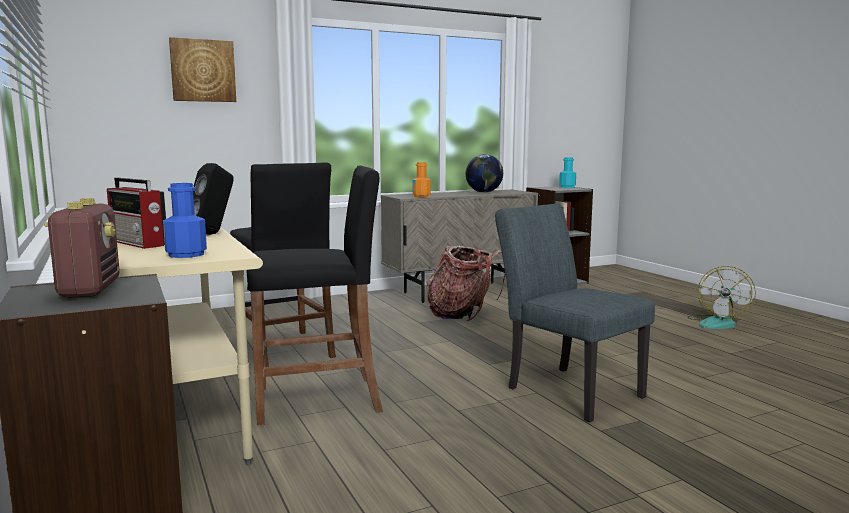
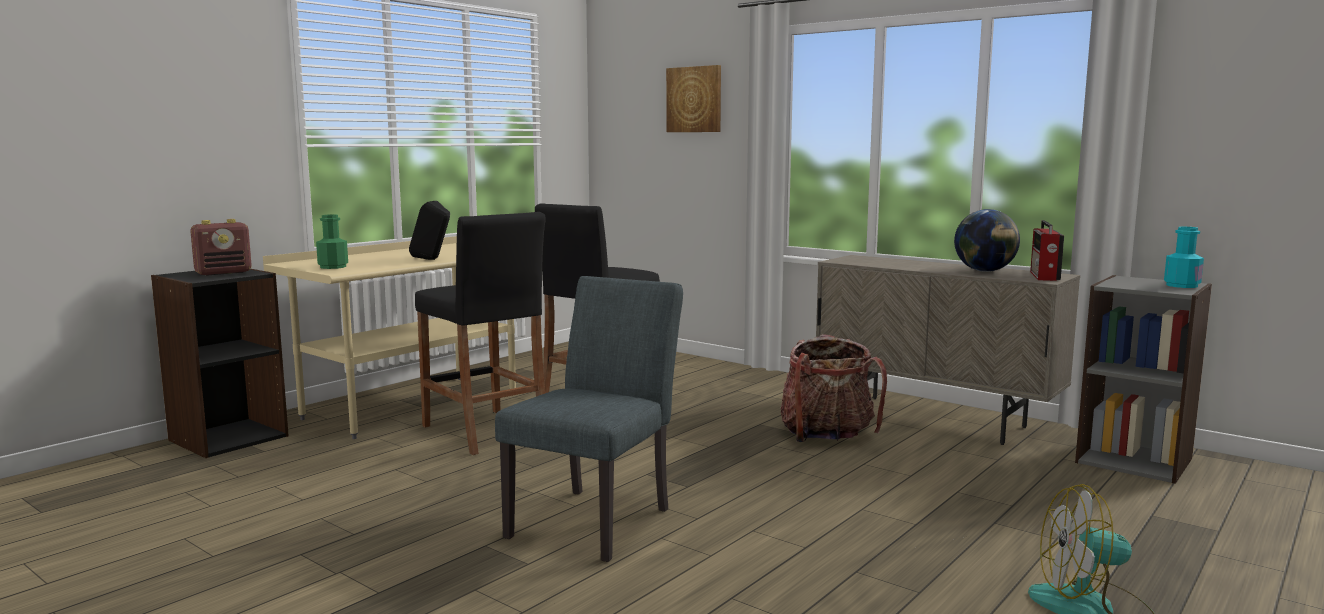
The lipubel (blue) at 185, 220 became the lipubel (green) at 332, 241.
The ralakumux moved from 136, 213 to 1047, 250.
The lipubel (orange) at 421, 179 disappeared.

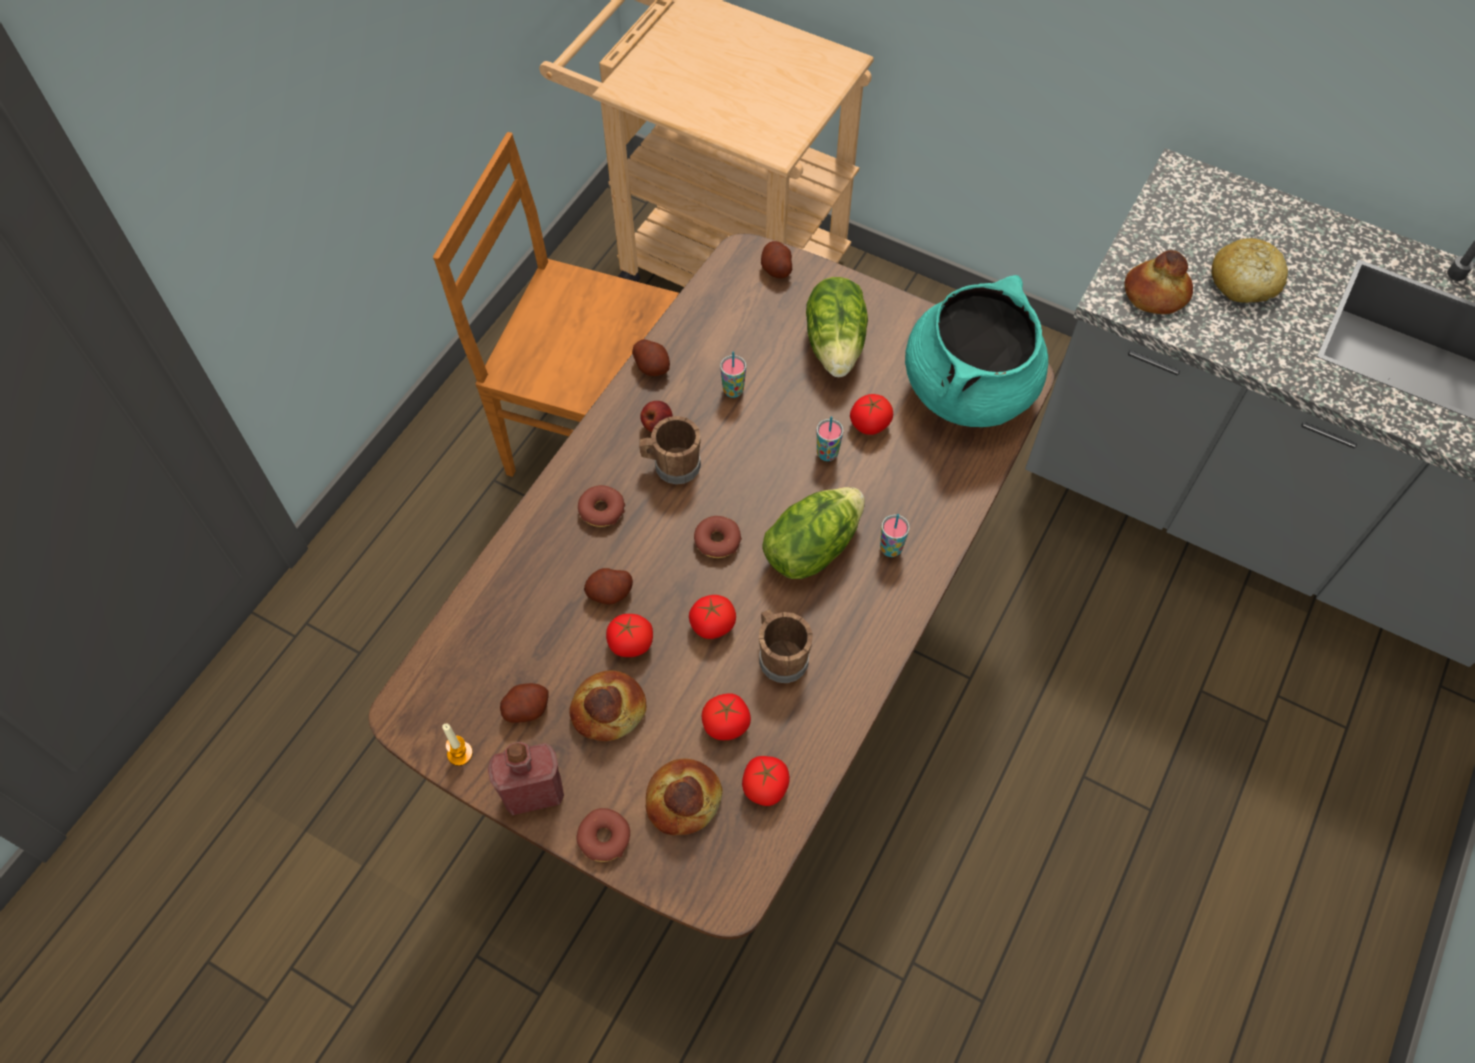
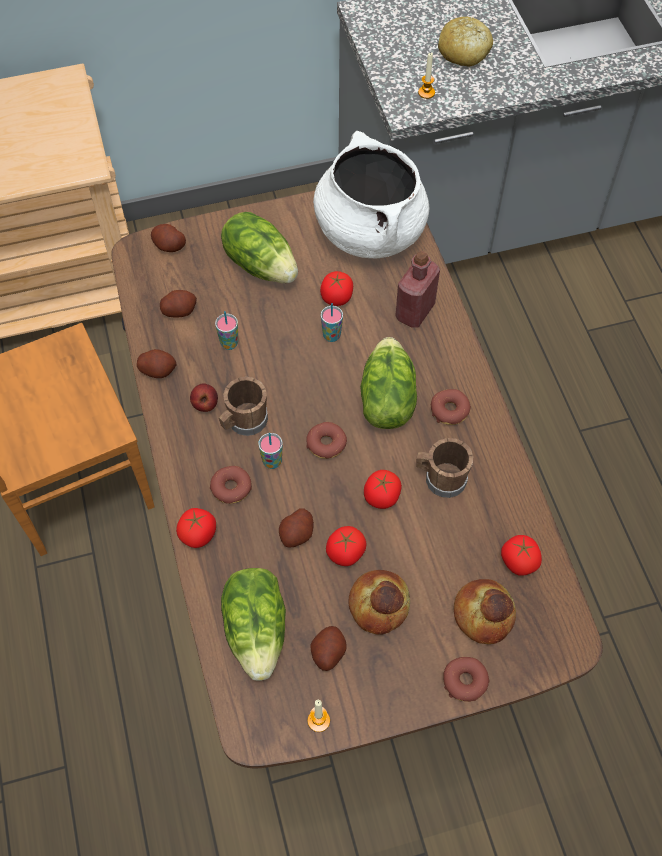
The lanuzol at 178, 303 appeared.
The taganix moved from 726, 716 to 196, 528.
The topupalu at 253, 624 appeared.
The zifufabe moved from 895, 535 to 271, 451.
The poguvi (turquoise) at 976, 351 became the poguvi (white) at 371, 194.
The lipubel (red) moved from 526, 778 to 417, 289.
The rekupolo at 1158, 282 was replaced by the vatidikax at 426, 75.
The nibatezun at 451, 407 appeared.

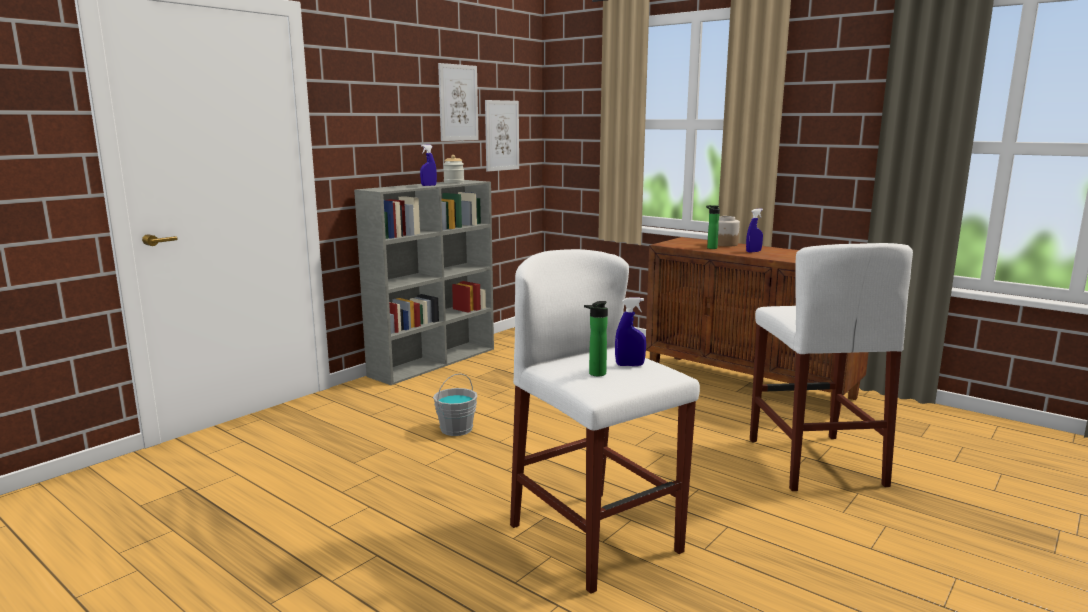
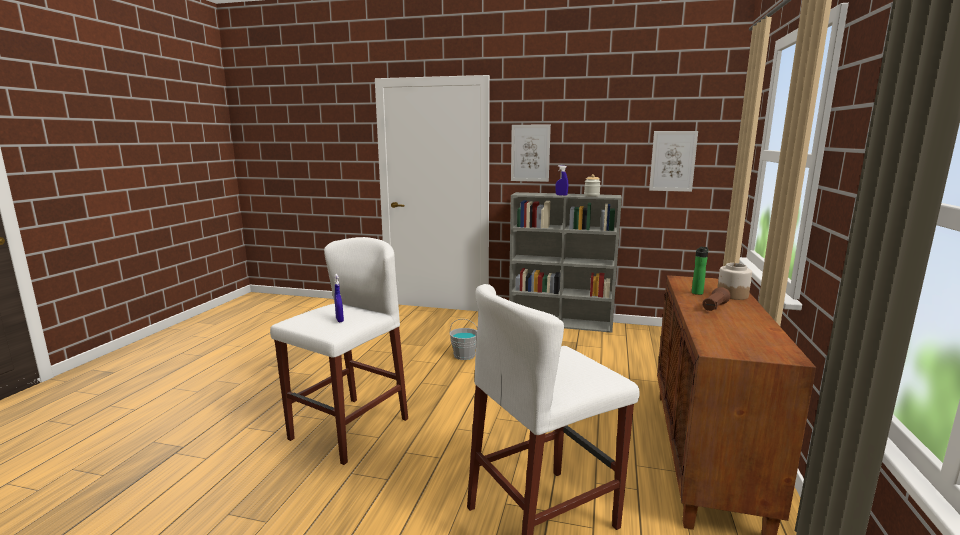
The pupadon moved from 458, 102 to 531, 153.
The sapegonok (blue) at 754, 231 was replaced by the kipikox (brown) at 716, 299.
The lipubel at 596, 338 disappeared.

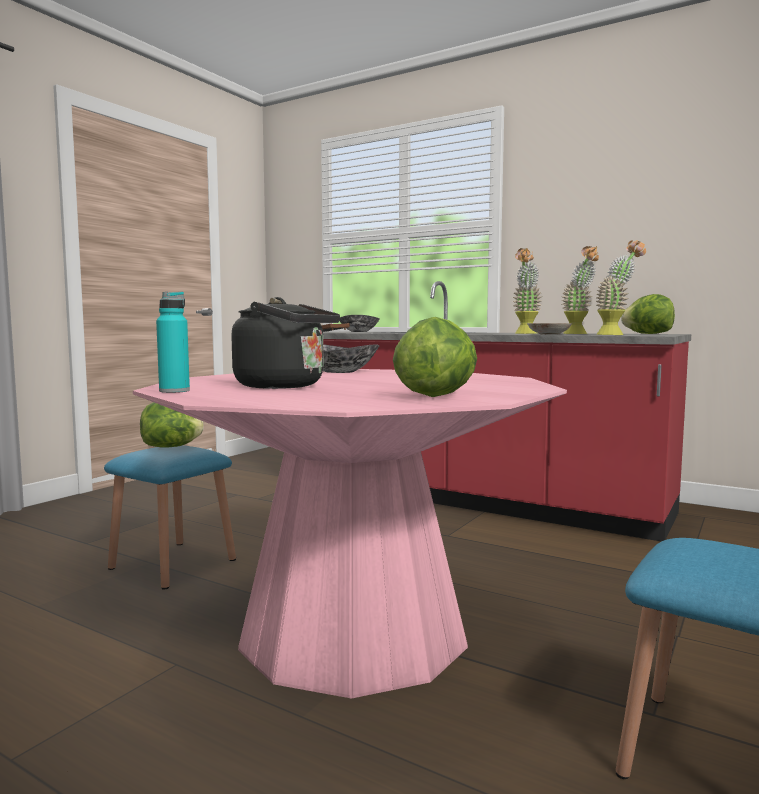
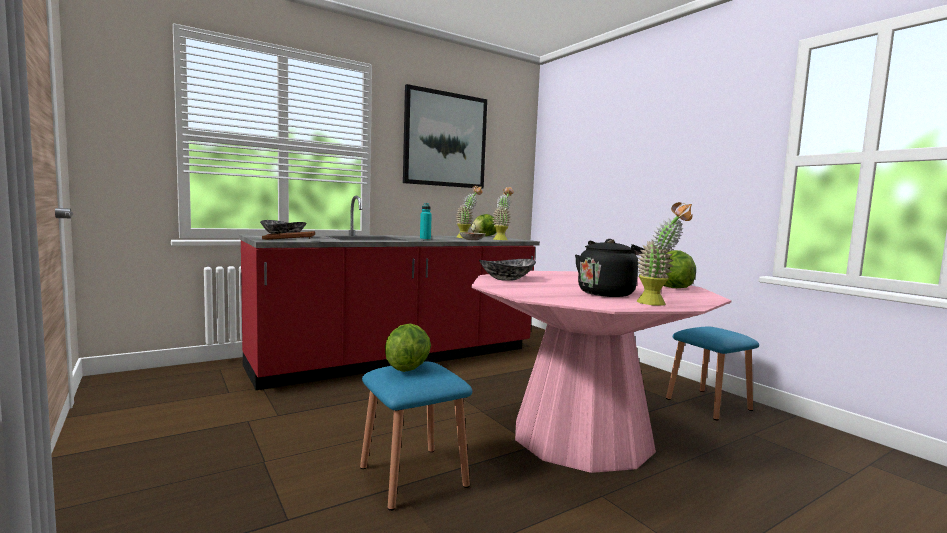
The pupadon at 445, 136 appeared.
The lipubel (turquoise) moved from 173, 342 to 426, 221.
The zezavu moved from 527, 291 to 664, 254.

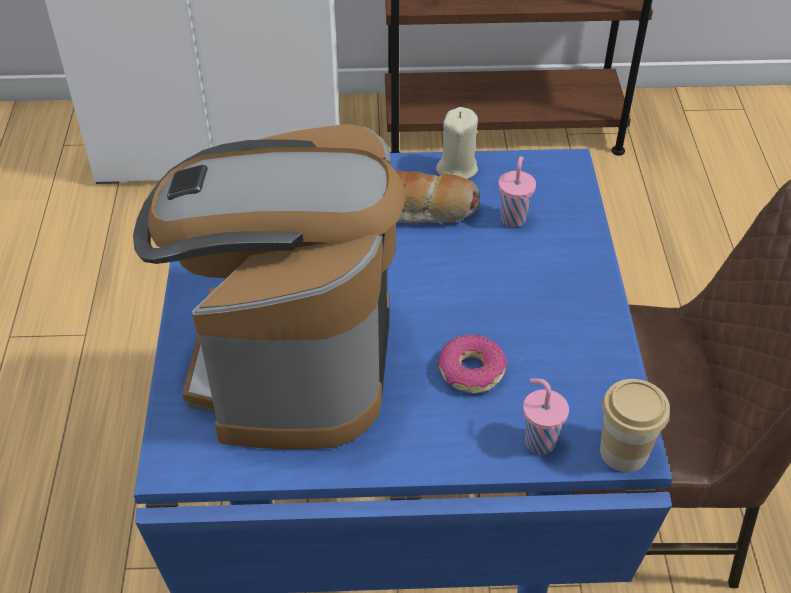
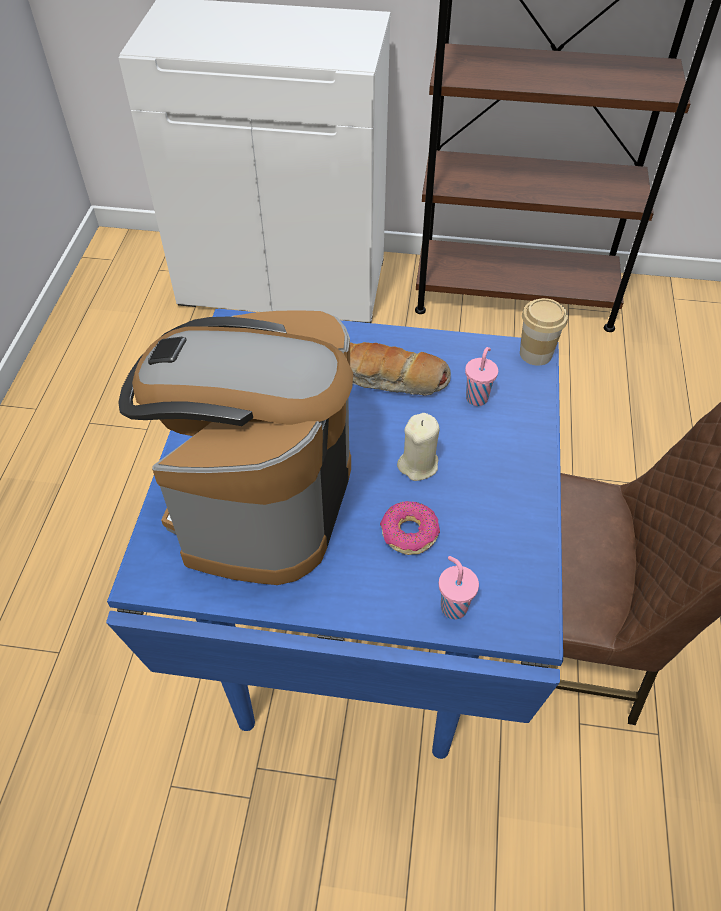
The vatidikax (beige) moved from 457, 143 to 418, 447.
The zifufabe moved from 635, 425 to 544, 332.

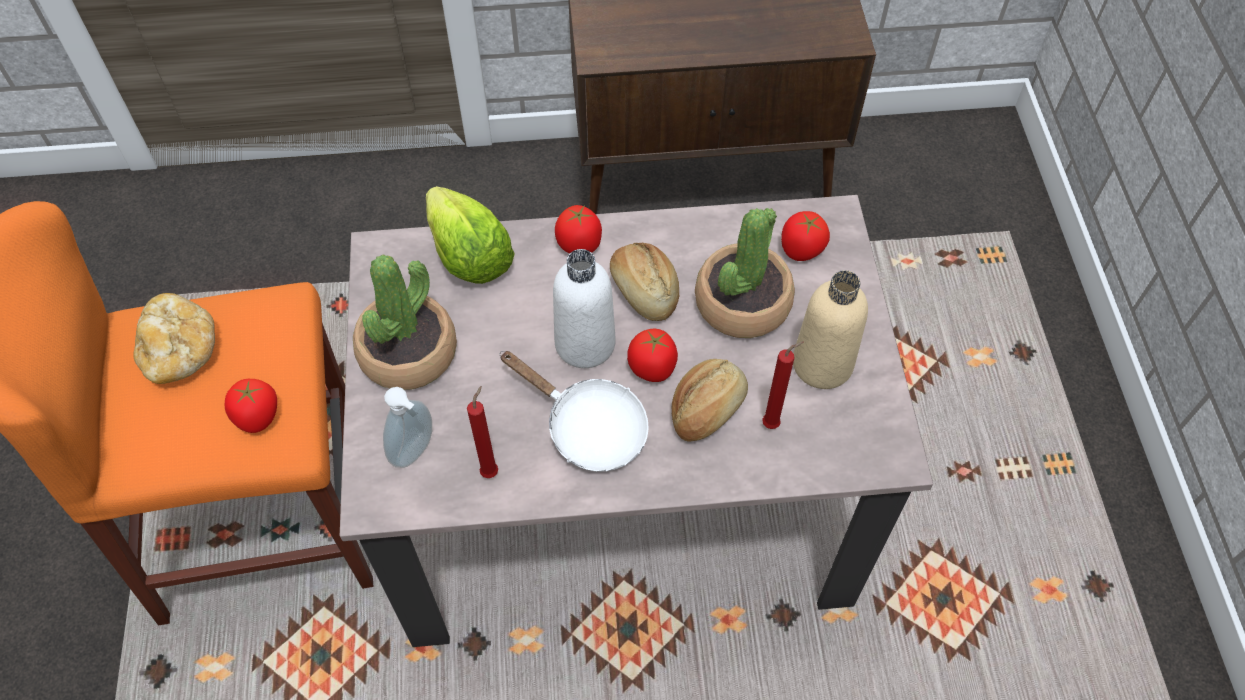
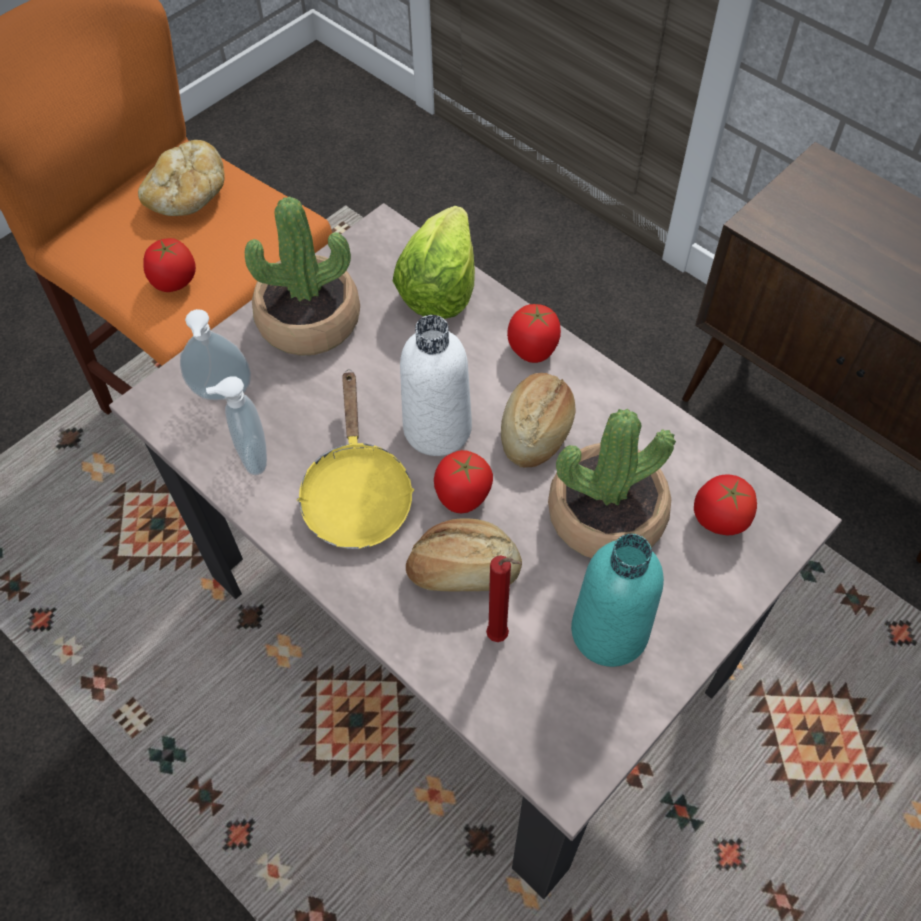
The vatidikax (red) at 482, 432 was replaced by the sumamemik at 236, 425.
The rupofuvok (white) at 574, 411 became the rupofuvok (yellow) at 355, 459.
The lipubel (beige) at 830, 329 became the lipubel (turquoise) at 617, 600.

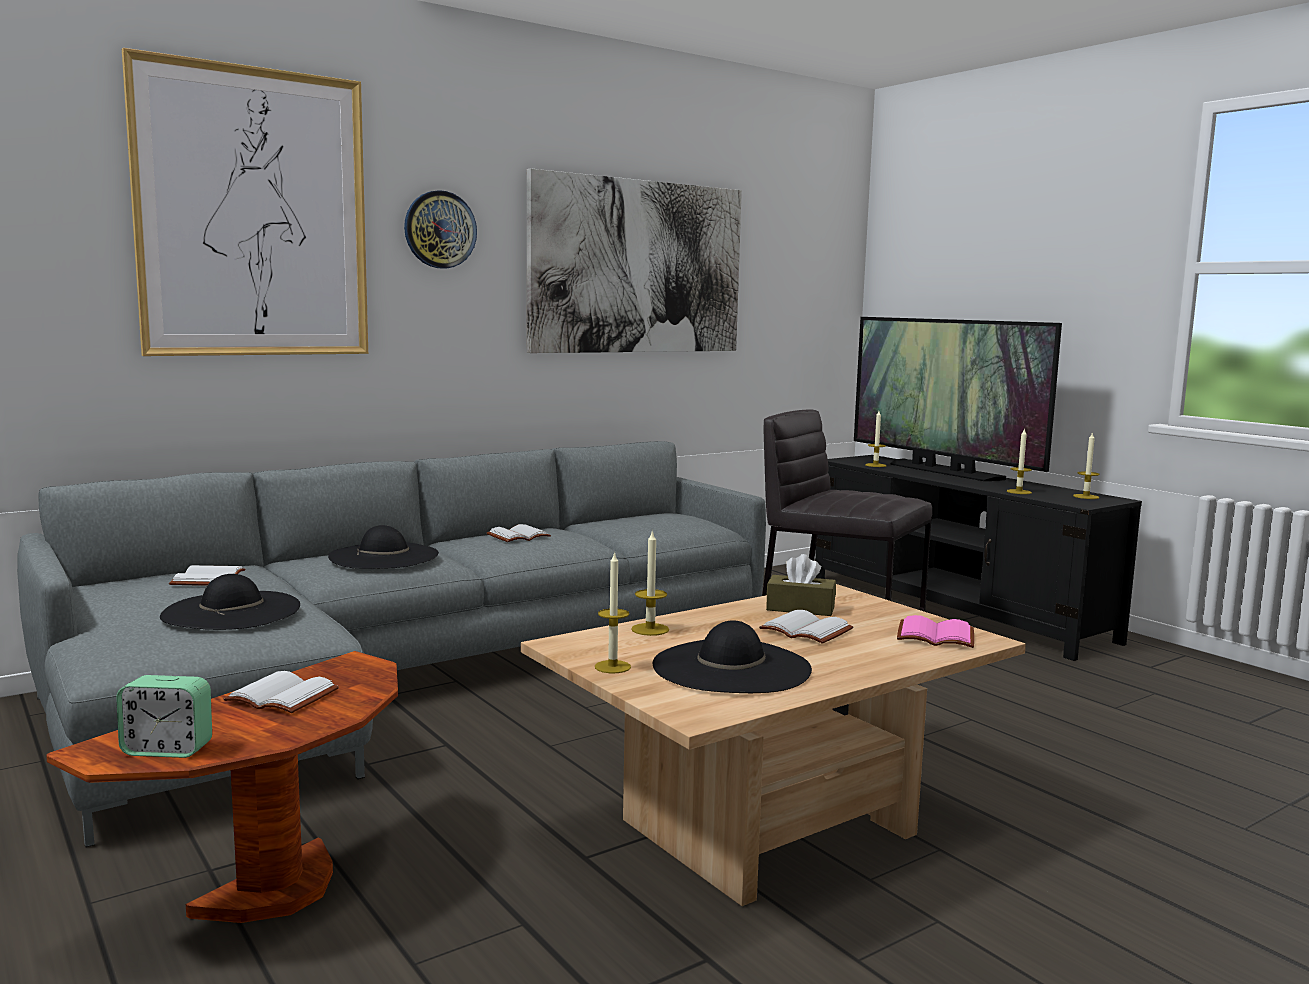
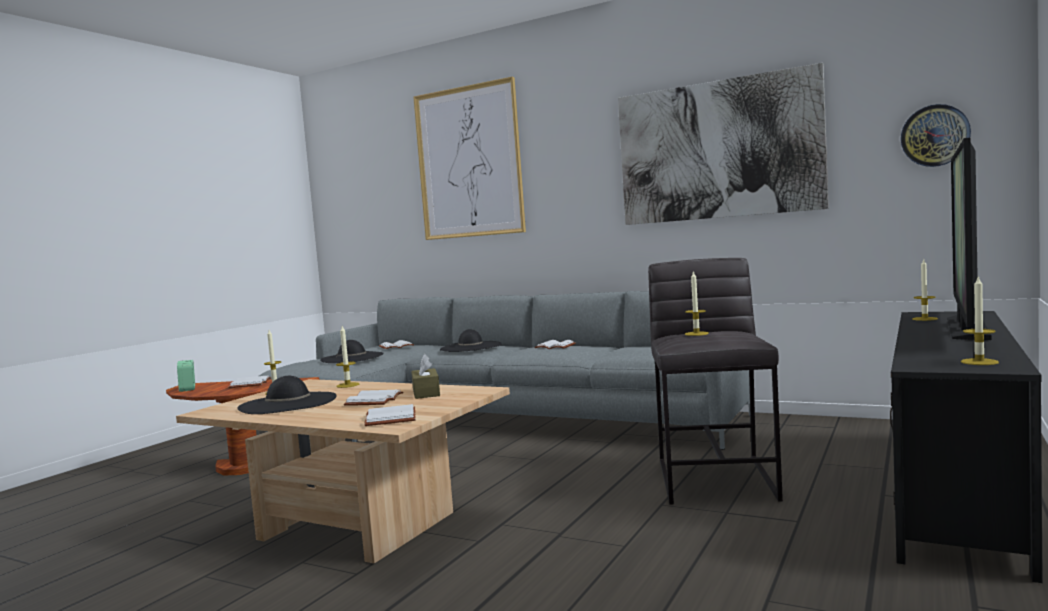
The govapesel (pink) at 935, 631 became the govapesel (white) at 390, 415.
The vatidikax moved from 1019, 461 to 697, 303.
The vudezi moved from 440, 229 to 936, 135.

